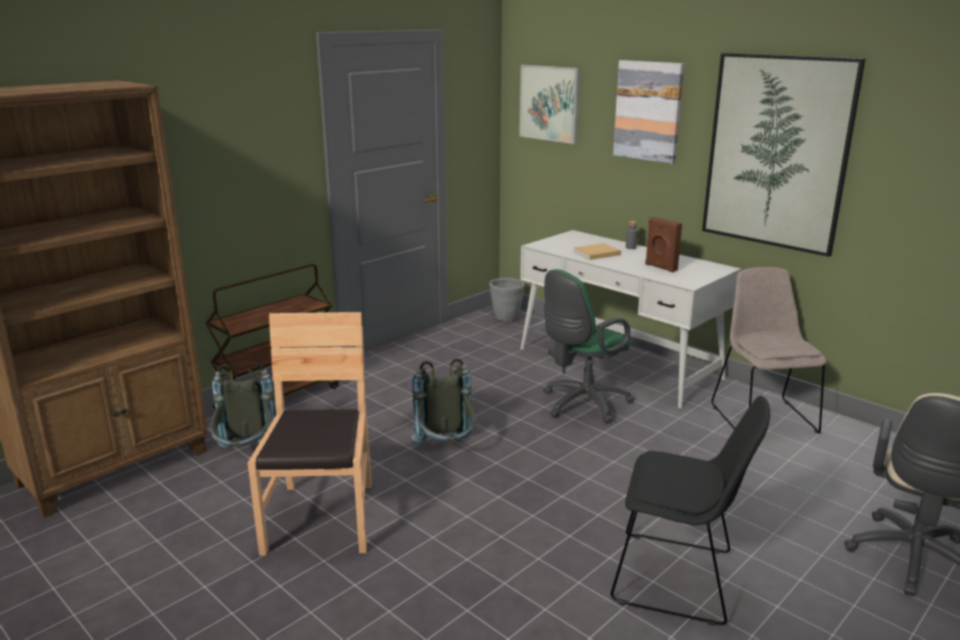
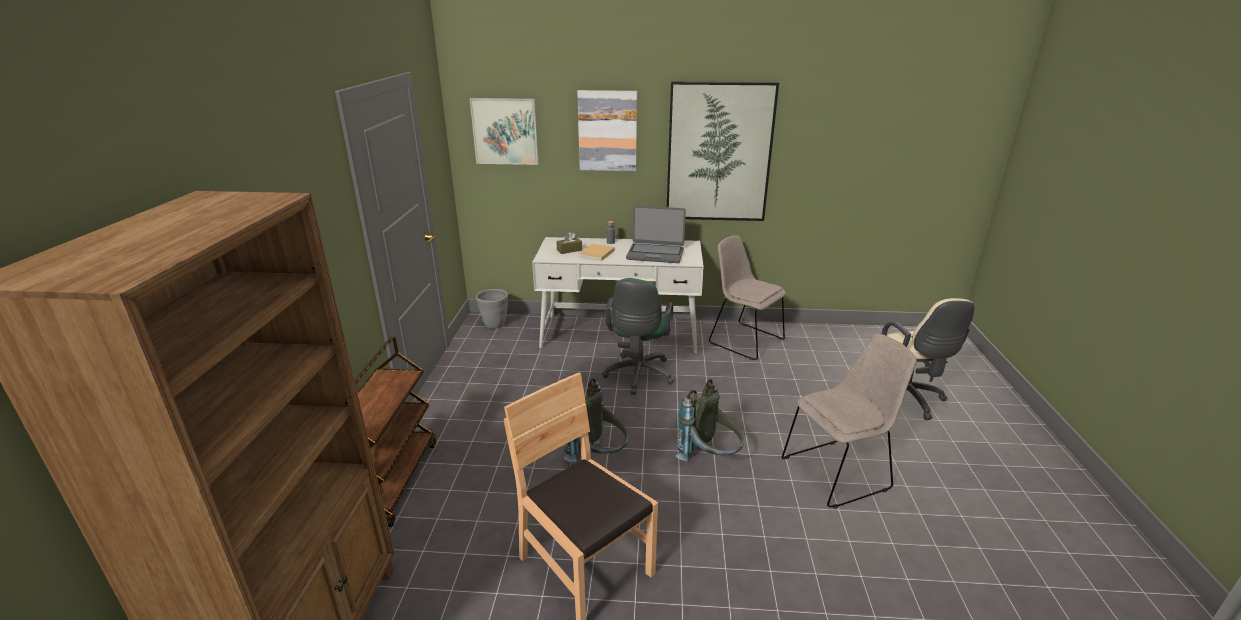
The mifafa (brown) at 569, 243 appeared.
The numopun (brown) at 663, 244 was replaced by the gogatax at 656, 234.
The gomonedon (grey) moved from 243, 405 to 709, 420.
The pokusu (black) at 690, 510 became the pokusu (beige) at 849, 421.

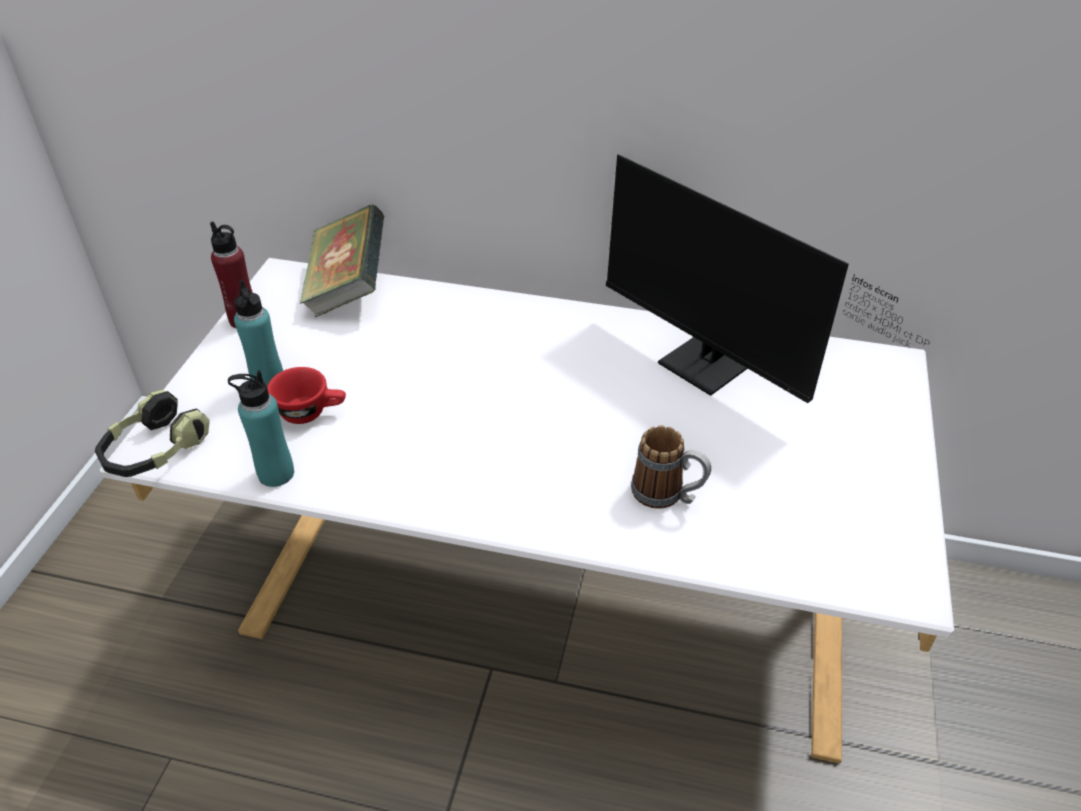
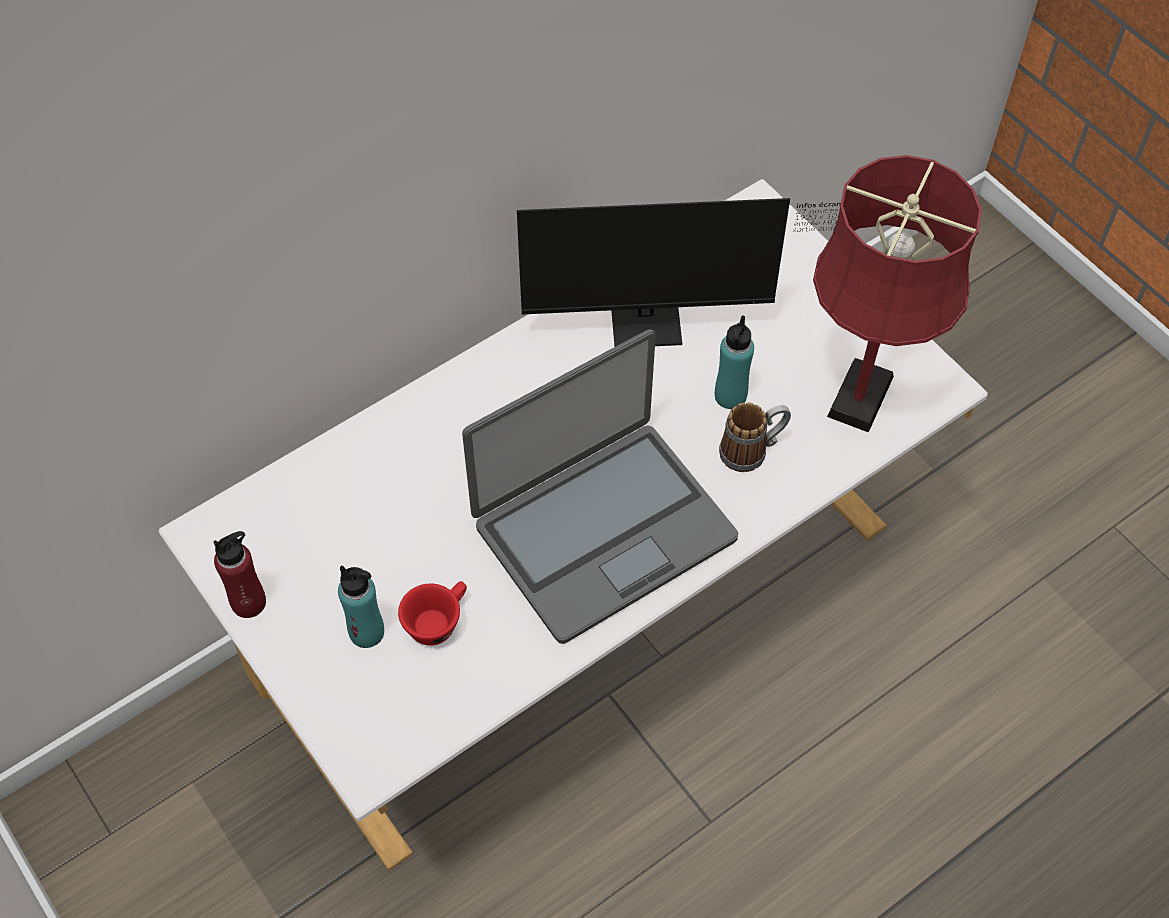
The gogatax at 600, 486 appeared.
The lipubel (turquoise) moved from 261, 428 to 734, 362.
The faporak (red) at 897, 294 appeared.
The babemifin at 152, 433 disappeared.
The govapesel at 342, 260 disappeared.

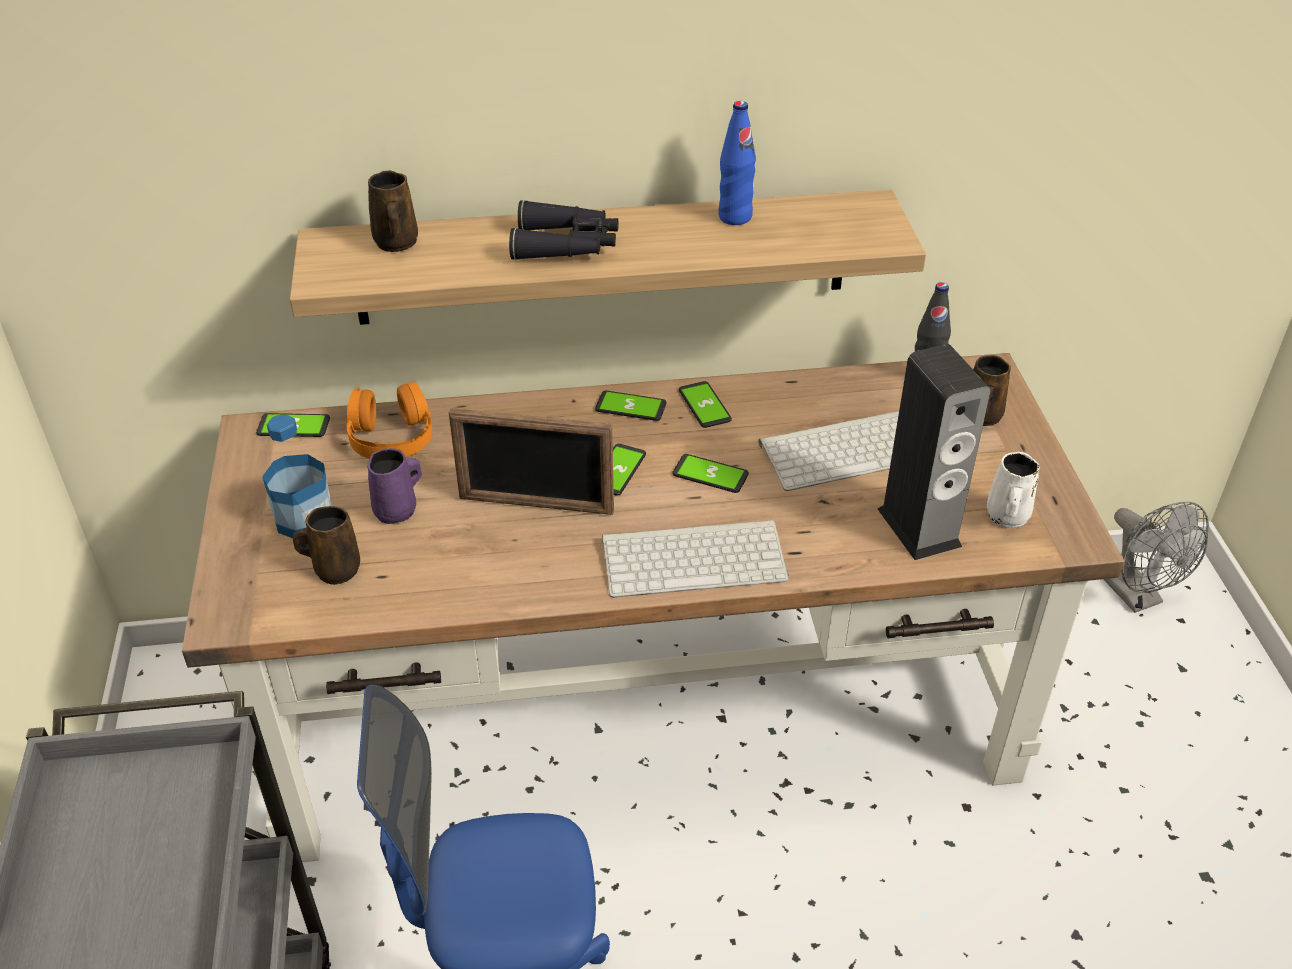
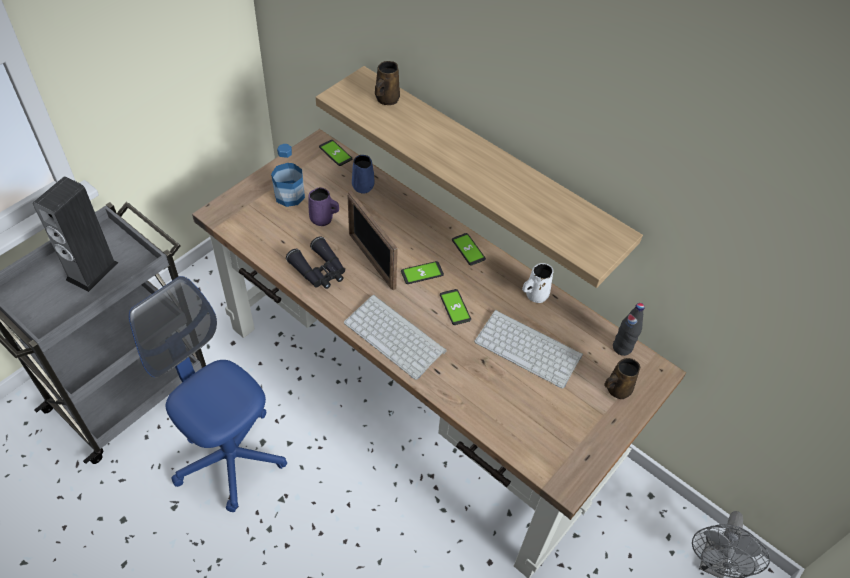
The numopun moved from 934, 452 to 76, 234.
The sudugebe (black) moved from 563, 230 to 315, 262.
The babemifin (orange) at 389, 420 was replaced by the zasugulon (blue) at 363, 174.
The zasugulon (white) moved from 1013, 490 to 538, 283.
The zasugulon (brown) at 326, 545 disappeared.
The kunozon at 705, 404 disappeared.
The lipubel (blue) at 737, 163 disappeared.

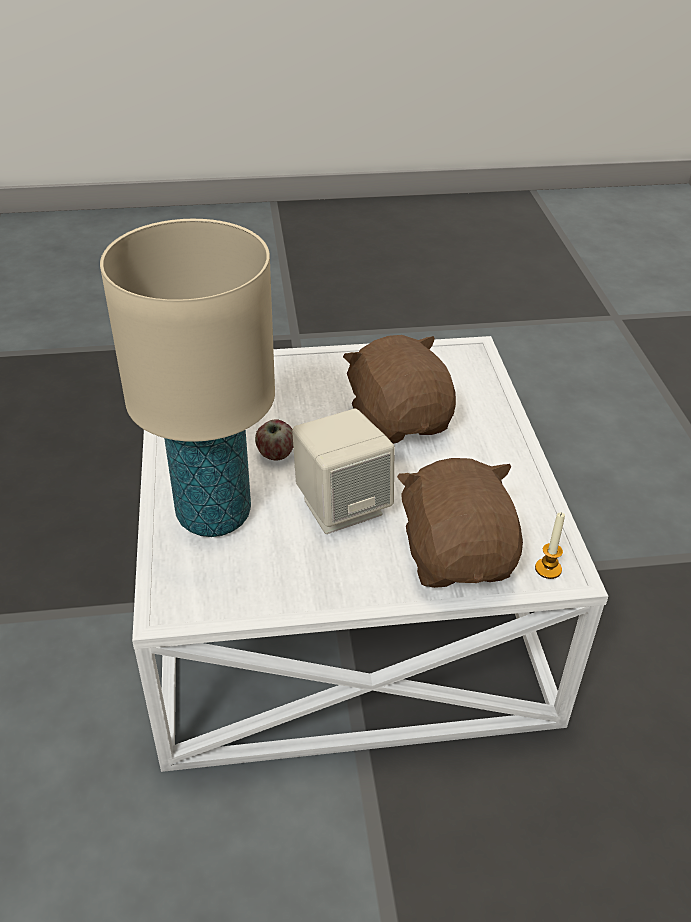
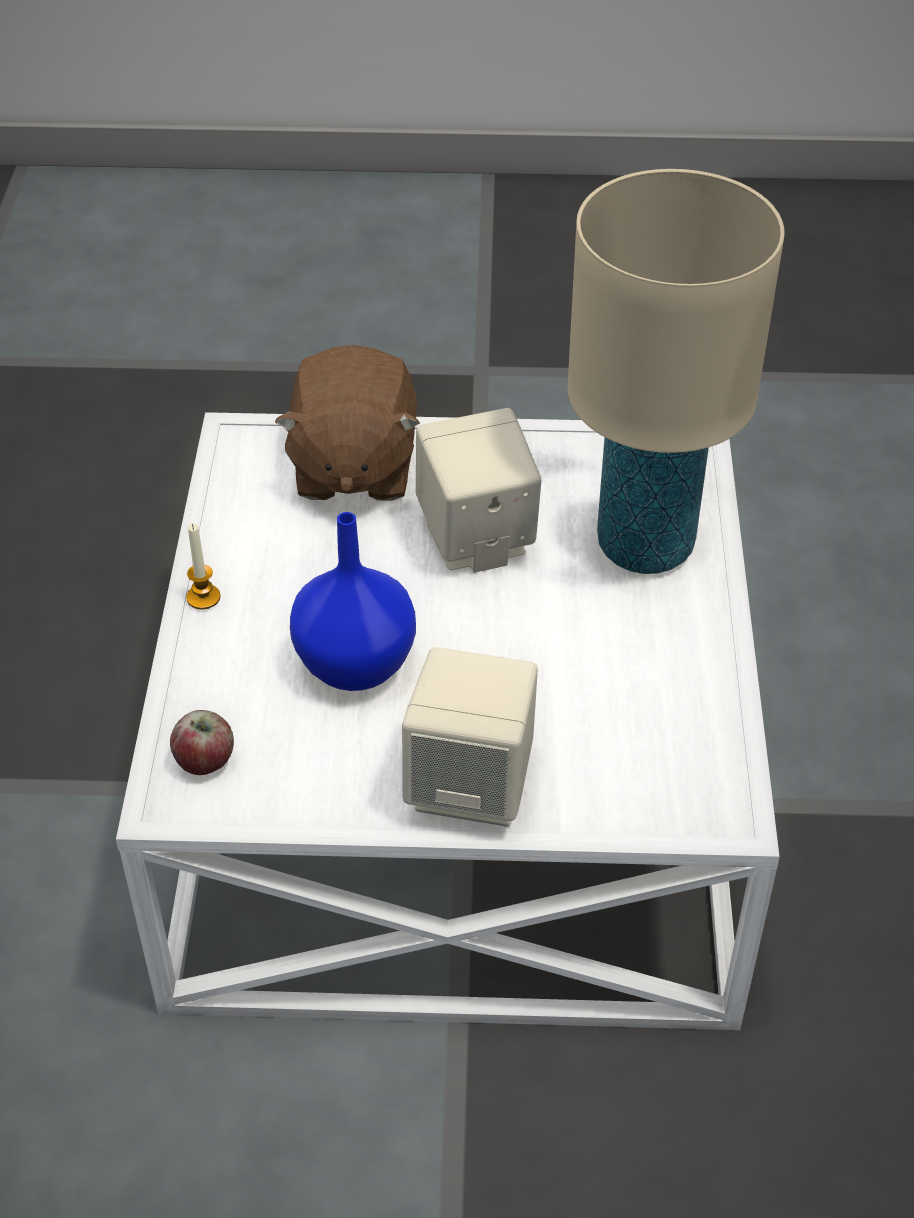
The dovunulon moved from 274, 439 to 202, 742.
The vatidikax moved from 550, 545 to 203, 566.
The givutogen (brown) at 399, 389 was replaced by the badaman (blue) at 353, 601.
The numopun (beige) at 470, 737 appeared.

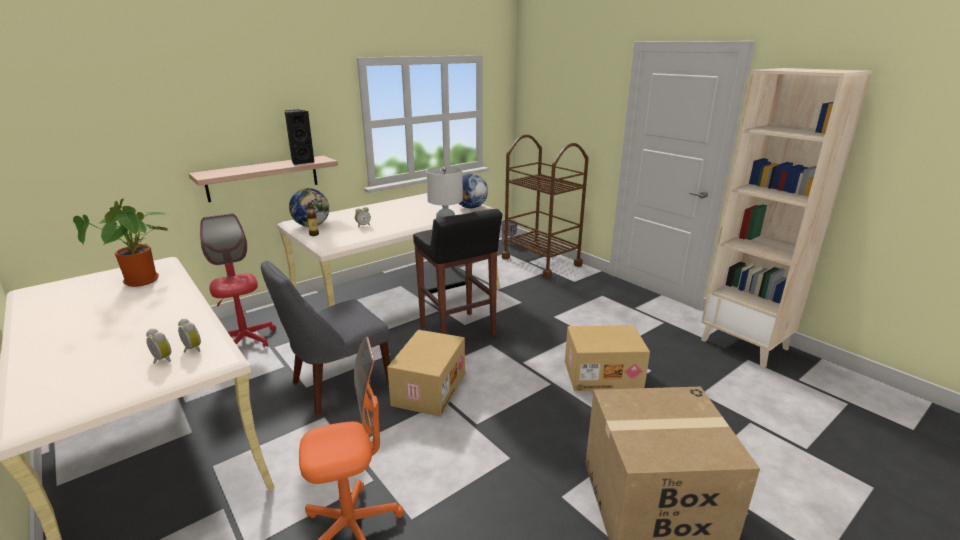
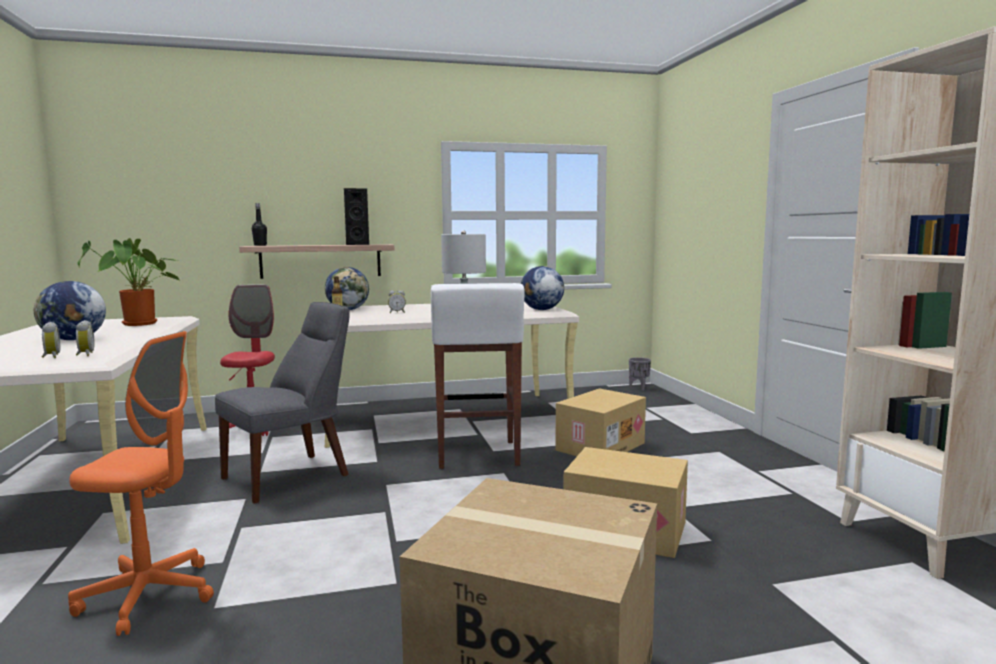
The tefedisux at 70, 310 appeared.
The pokusu (grey) at 325, 338 turned 150 degrees clockwise.
The lipubel (black) at 259, 224 appeared.
The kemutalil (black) at 457, 272 became the kemutalil (white) at 478, 376.
The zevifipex moved from 426, 373 to 600, 422.
The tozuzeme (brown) at 545, 206 disappeared.

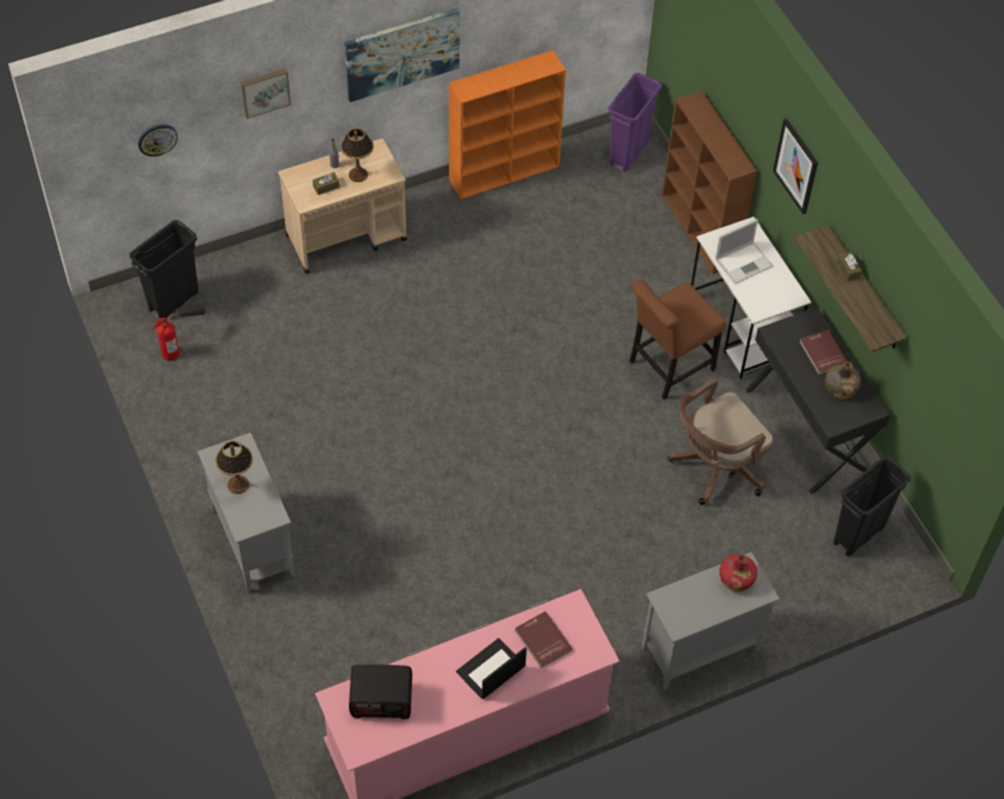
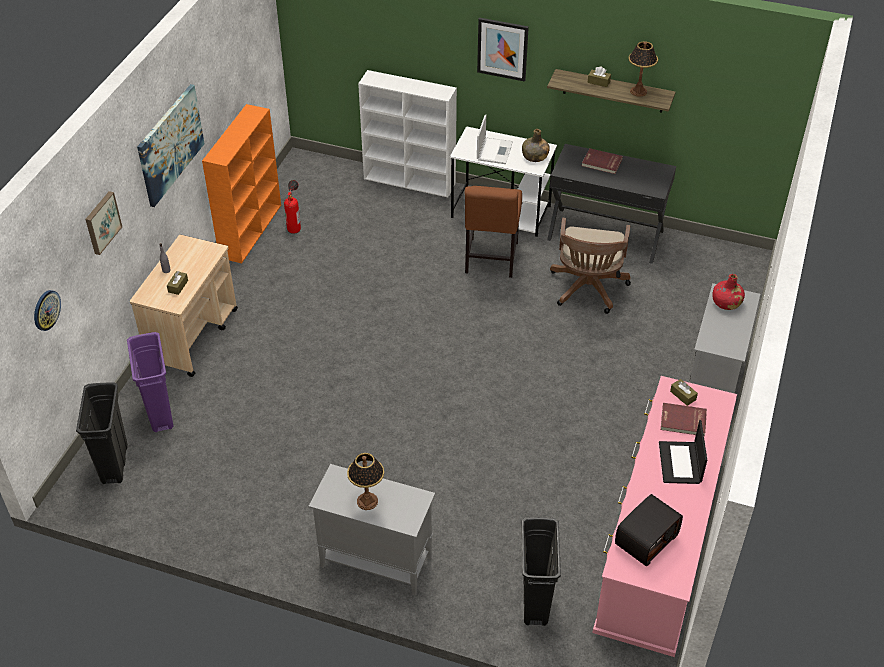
The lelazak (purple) moved from 635, 122 to 150, 382.
The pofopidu moved from 178, 331 to 292, 207.
The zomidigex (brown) at 709, 182 became the zomidigex (white) at 407, 133.
The lipubel (green) moved from 843, 380 to 536, 145.
The lelazak (black) moved from 872, 506 to 541, 571.
The faporak moved from 357, 155 to 643, 69.
The mifafa (brown) at 684, 392 appeared.

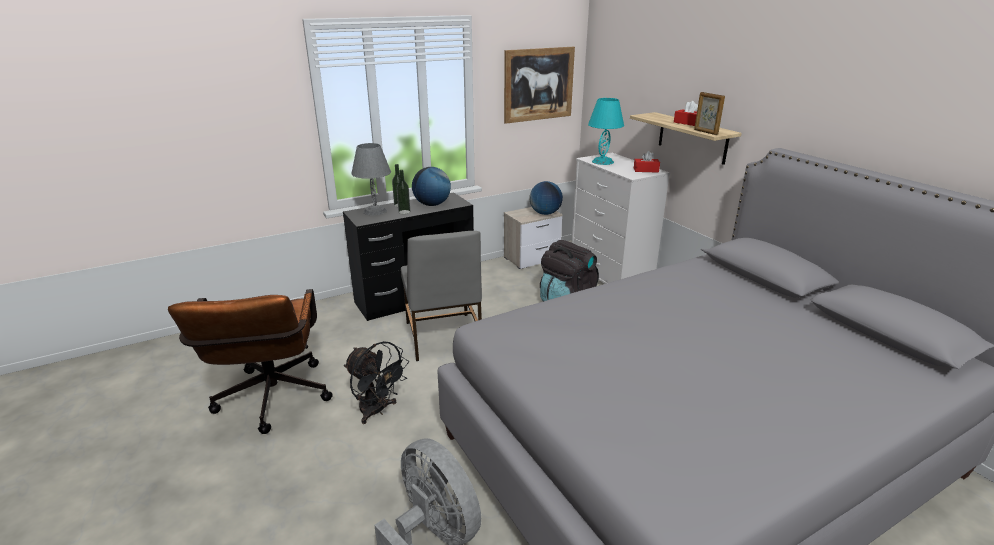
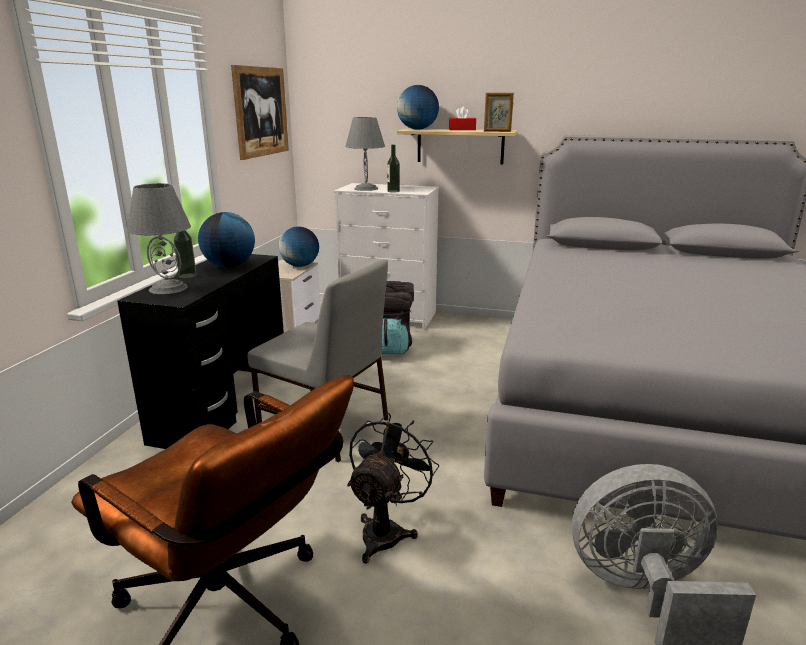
The faporak (turquoise) at 606, 131 became the faporak (grey) at 365, 154.
The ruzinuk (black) at 376, 382 turned 60 degrees counterclockwise.
The lipubel moved from 403, 192 to 393, 168.
The tefedisux at 418, 107 appeared.
The mifafa (red) at 647, 162 disappeared.

